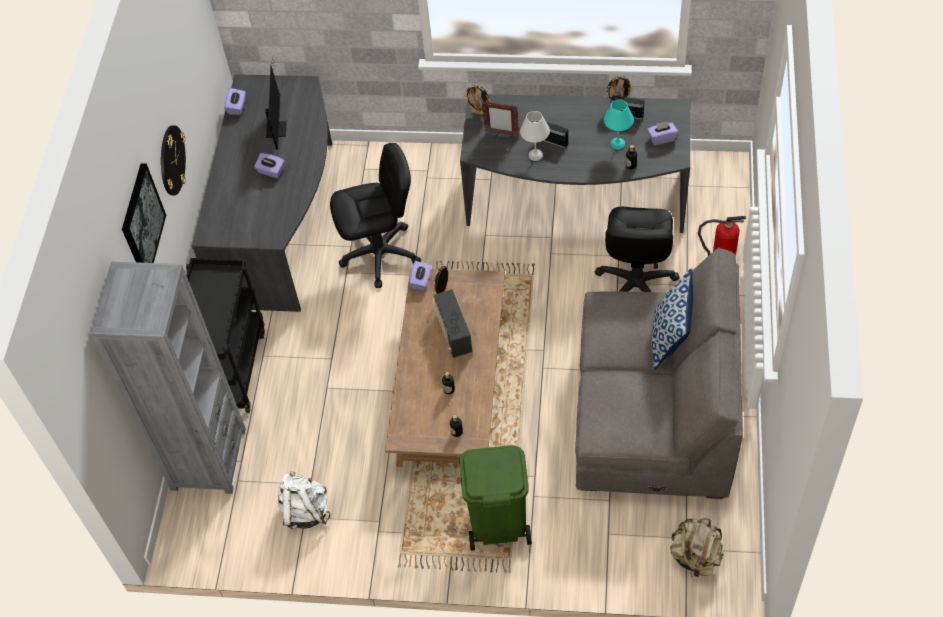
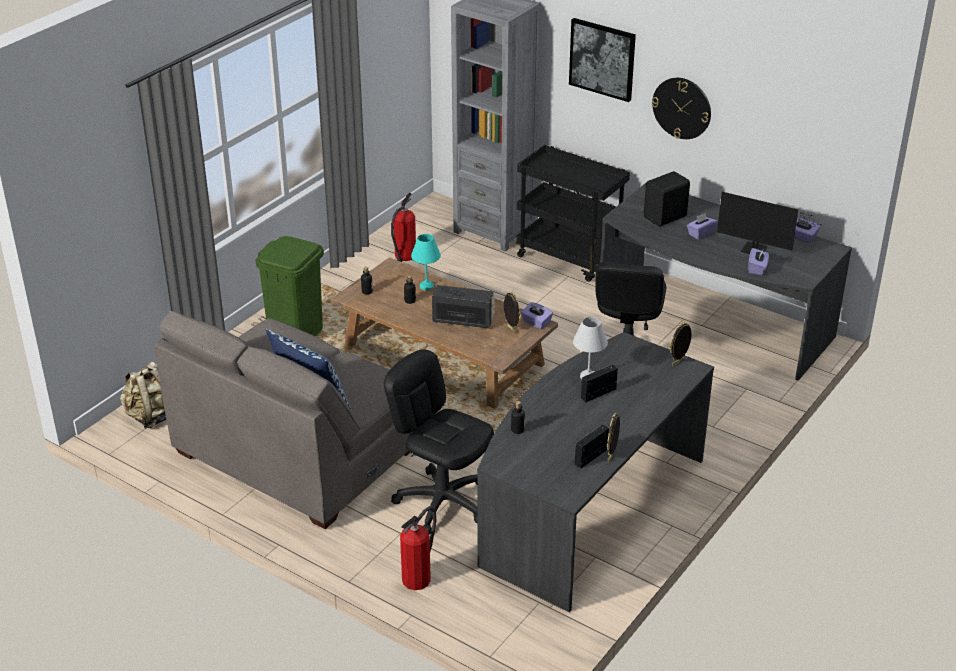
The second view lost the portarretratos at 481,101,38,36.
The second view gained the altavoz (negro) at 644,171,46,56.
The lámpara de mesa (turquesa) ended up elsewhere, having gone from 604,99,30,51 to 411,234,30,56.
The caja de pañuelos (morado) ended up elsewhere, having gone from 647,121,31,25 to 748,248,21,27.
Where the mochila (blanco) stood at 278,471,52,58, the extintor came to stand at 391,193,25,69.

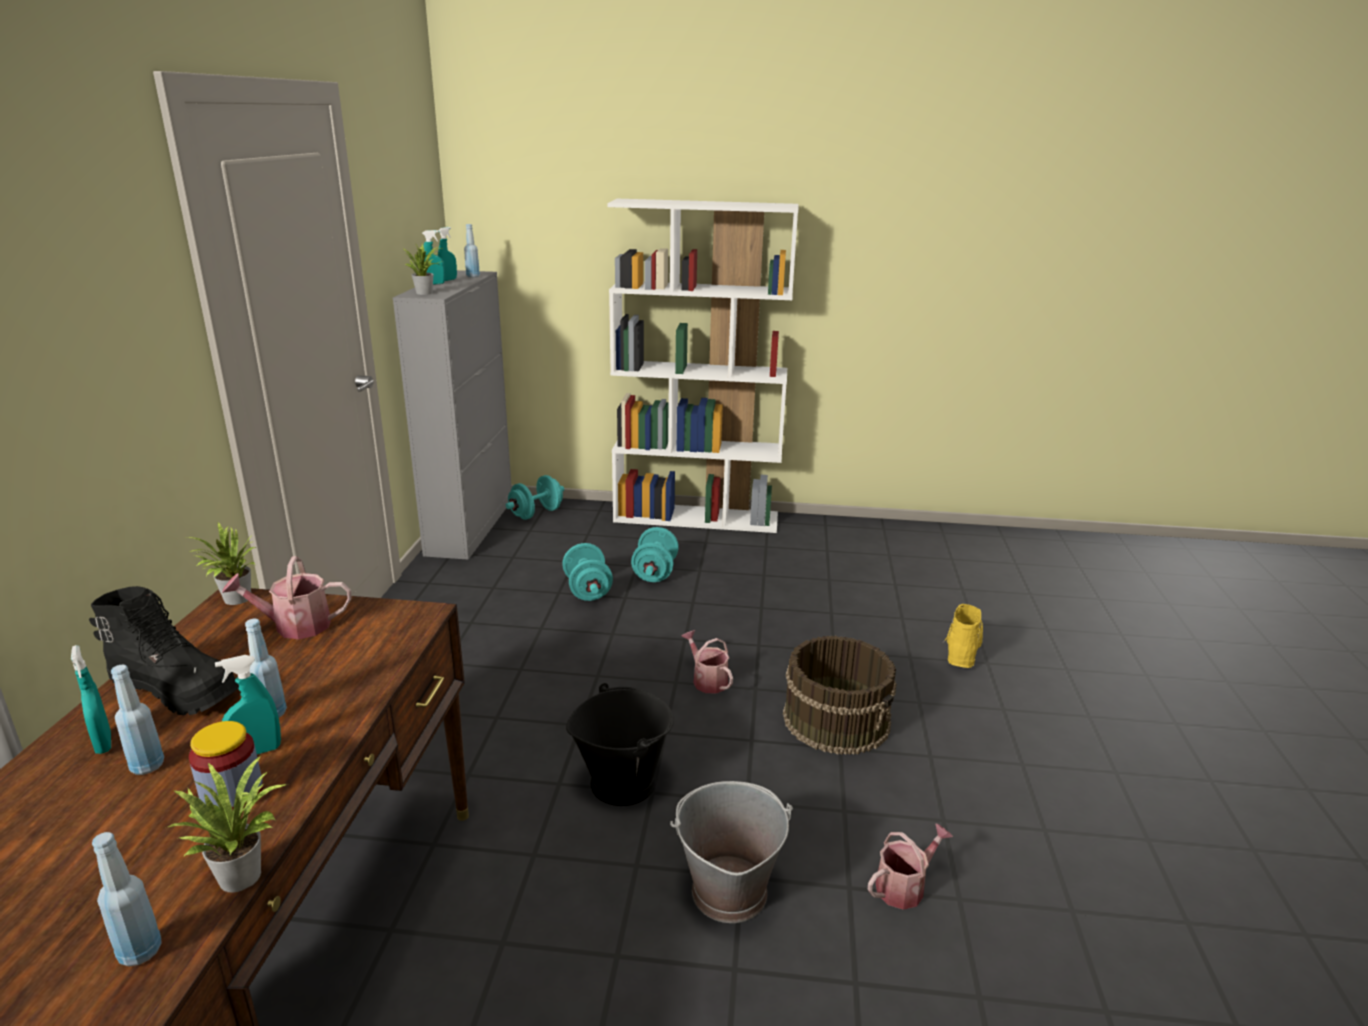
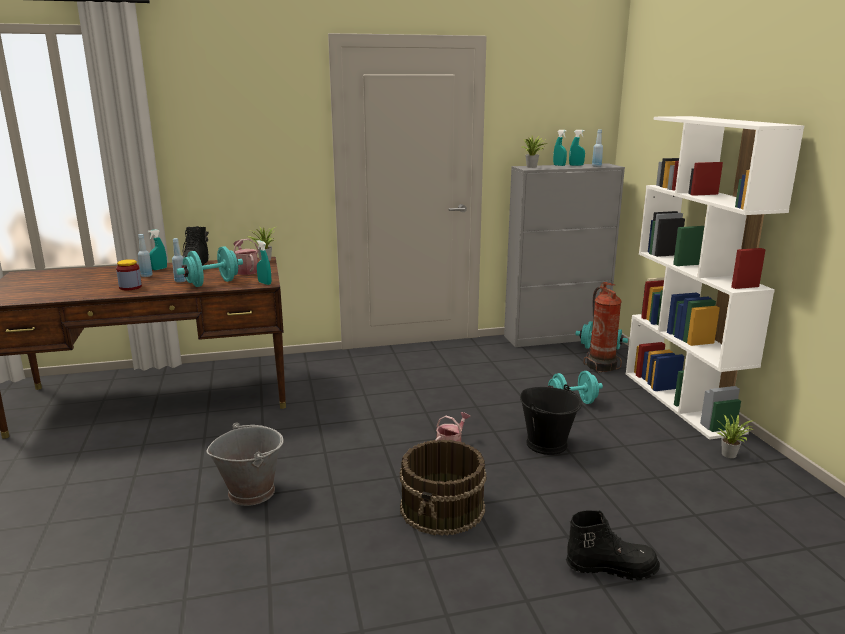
The second view lost the botella (azul) at 92,832,70,135.
The second view lost the regadera at 868,824,85,86.
The second view gained the extintor at 584,282,38,91.
The planta en maceta ended up elsewhere, having gone from 168,756,120,137 to 716,414,38,44.
The pulverizador (turquesa) ended up elsewhere, having gone from 215,655,66,100 to 256,240,15,45.
The mancuerna (turquesa) ended up elsewhere, having gone from 562,543,51,58 to 177,246,66,41.
The cubo (negro) ended up elsewhere, having gone from 566,683,108,123 to 520,384,62,71.
What was the bota (amarillo) at 943,604,40,64 turned into the bota (negro) at 566,510,94,70.

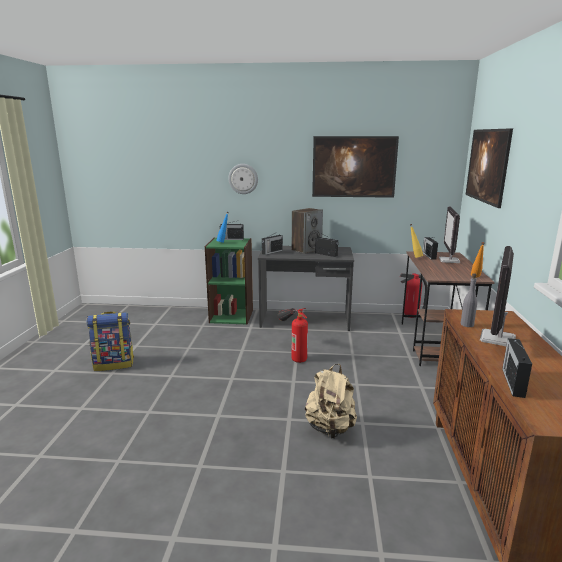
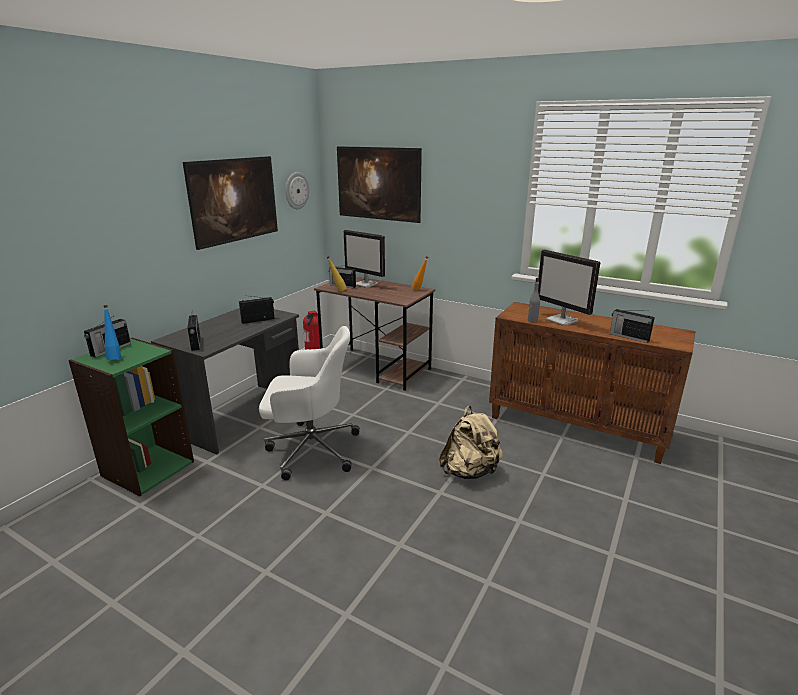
The second view lost the mochila at 86,311,48,60.
The second view lost the altavoz at 292,208,31,46.
The reloj de pared ended up elsewhere, having gone from 228,164,30,30 to 285,172,24,37.
Where the extintor stood at 278,308,30,55, the silla de oficina (blanco) came to stand at 259,326,101,154.

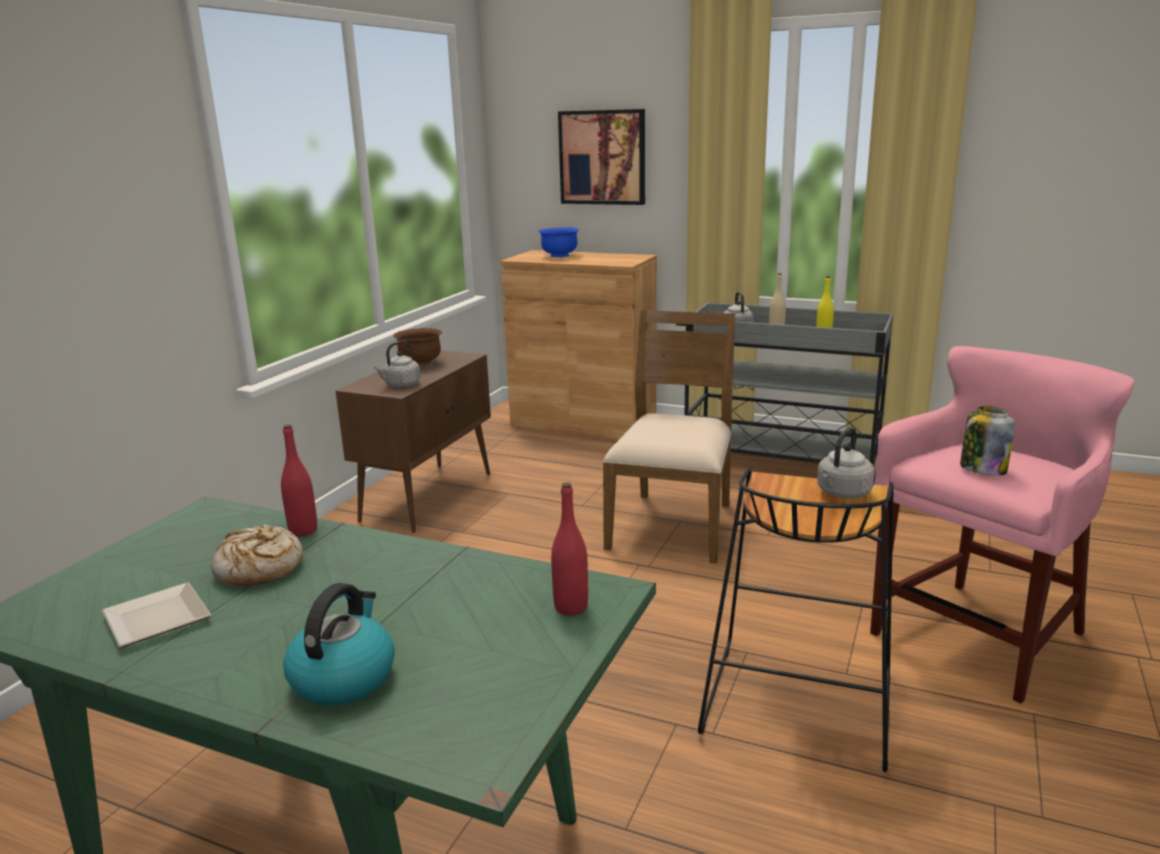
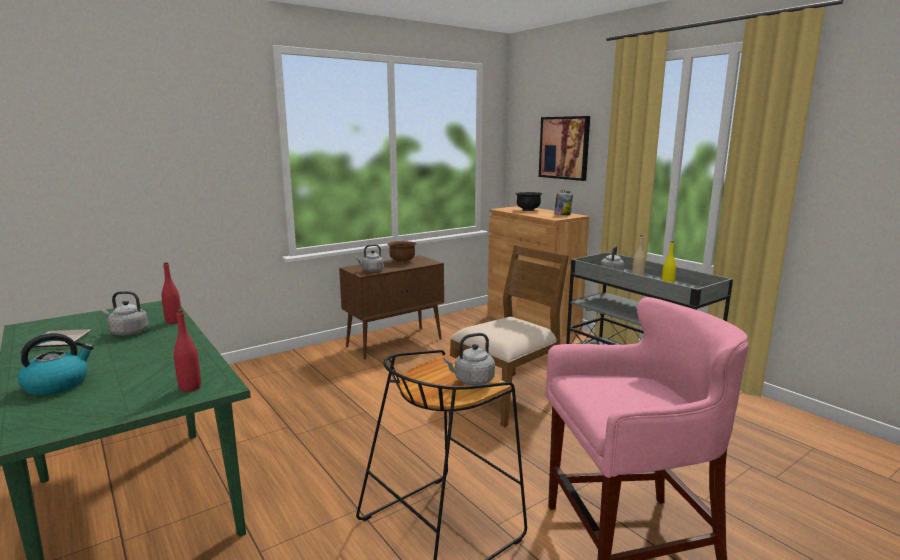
The tarro ended up elsewhere, having gone from 960,406,55,70 to 554,191,19,24.
Where the pan stood at 211,524,92,62, the hervidor (gris) came to stand at 101,291,48,45.
What was the cuenco (azul) at 538,228,41,30 turned into the cuenco (negro) at 515,192,27,19.

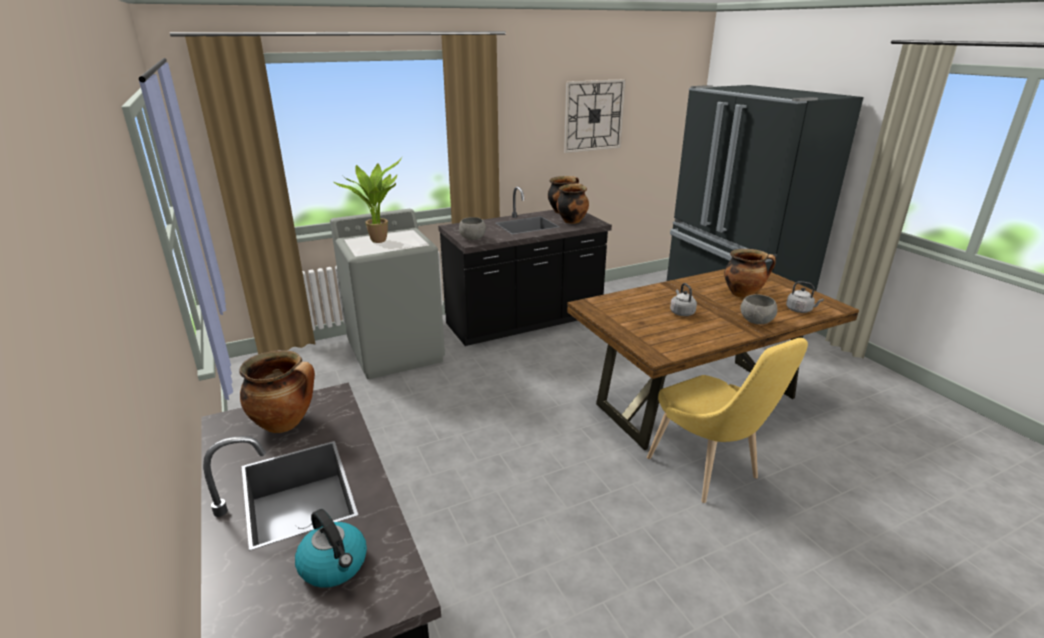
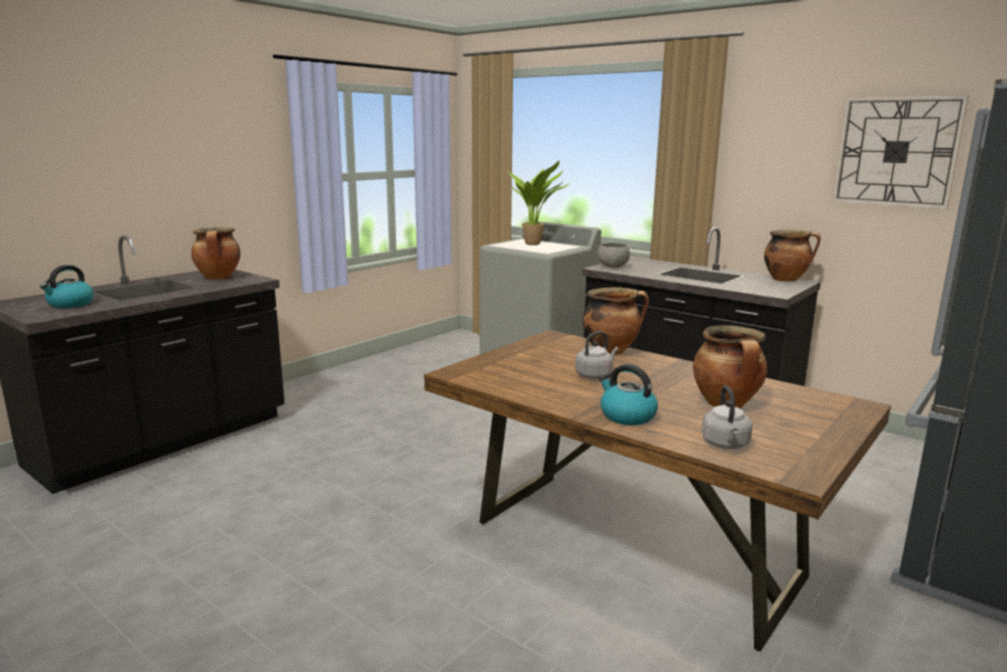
The second view lost the silla (amarillo) at 647,338,161,165.
The olla ended up elsewhere, having gone from 557,183,32,41 to 583,287,66,68.
Where the cuenco (gris) stood at 740,294,37,30, the hervidor came to stand at 599,364,59,61.

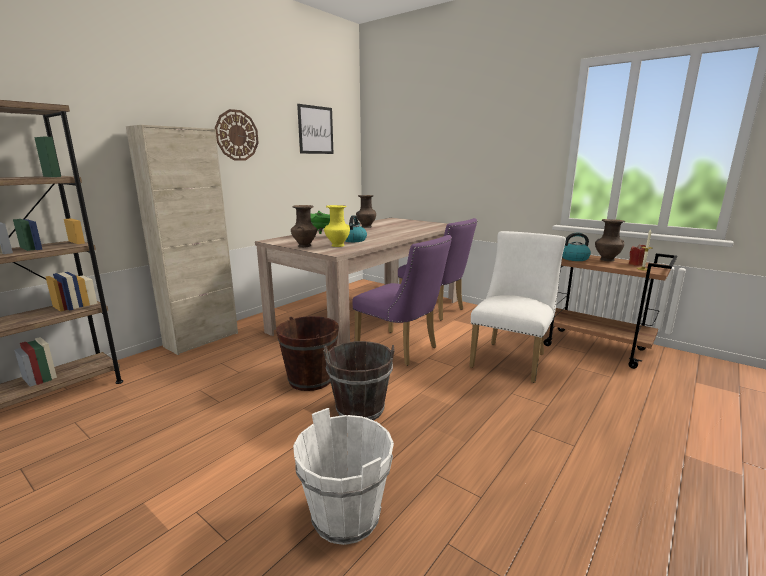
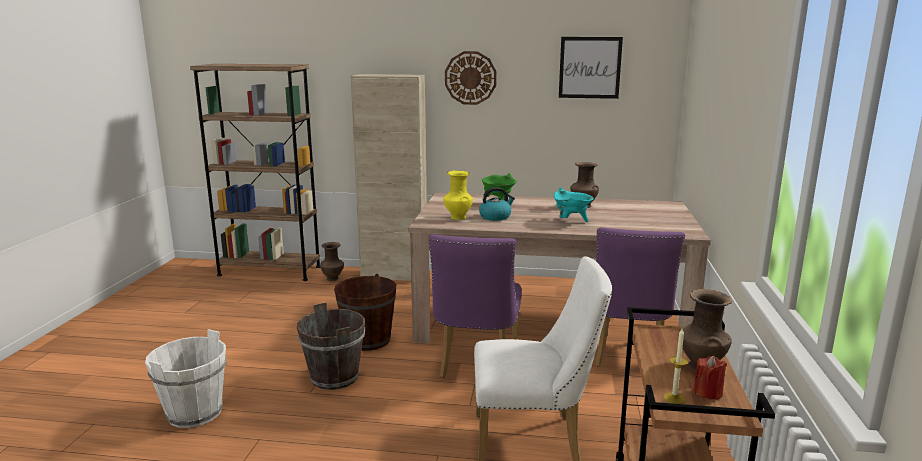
The second view lost the hervidor at 562,232,29,29.
The second view gained the olla (turquesa) at 554,187,40,35.
The florero (marrón) ended up elsewhere, having gone from 291,205,26,43 to 320,242,24,39.

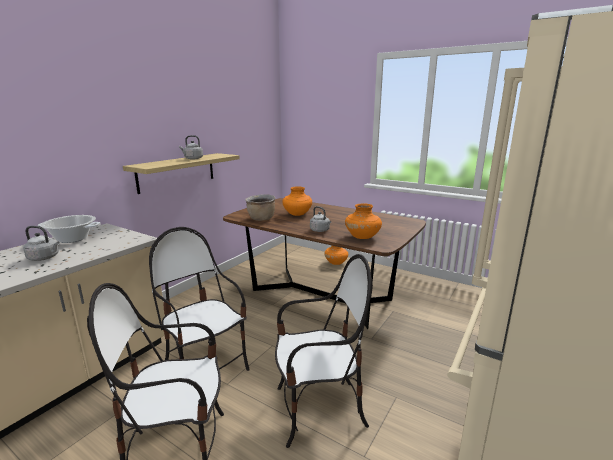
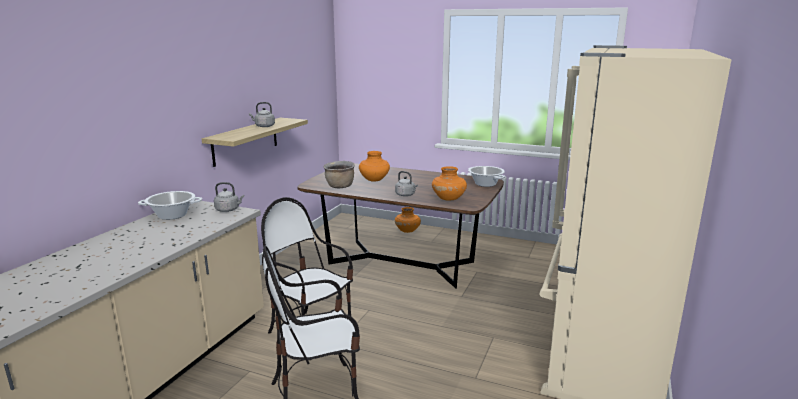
The second view lost the silla at 275,254,98,194.
The second view gained the olla at 468,166,37,21.
The hervidor (gris) ended up elsewhere, having gone from 23,226,36,35 to 214,182,30,30.

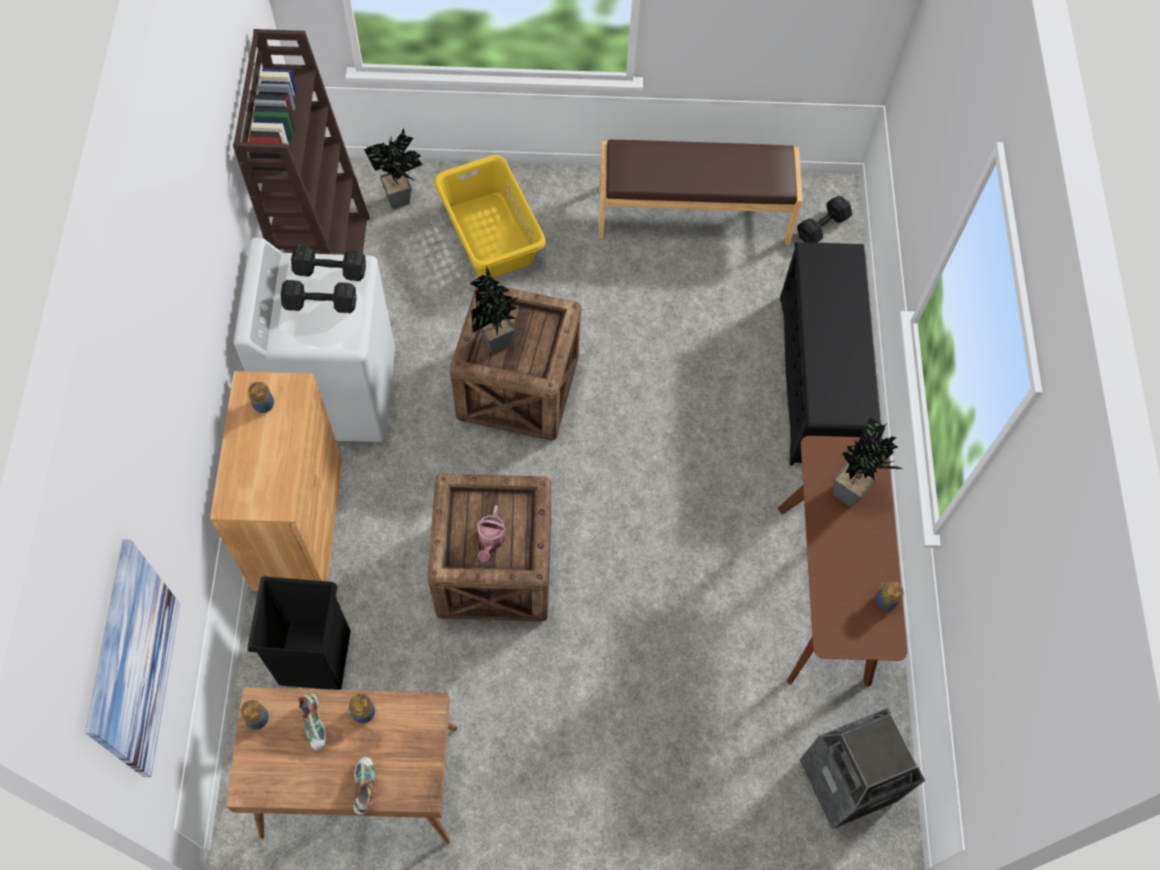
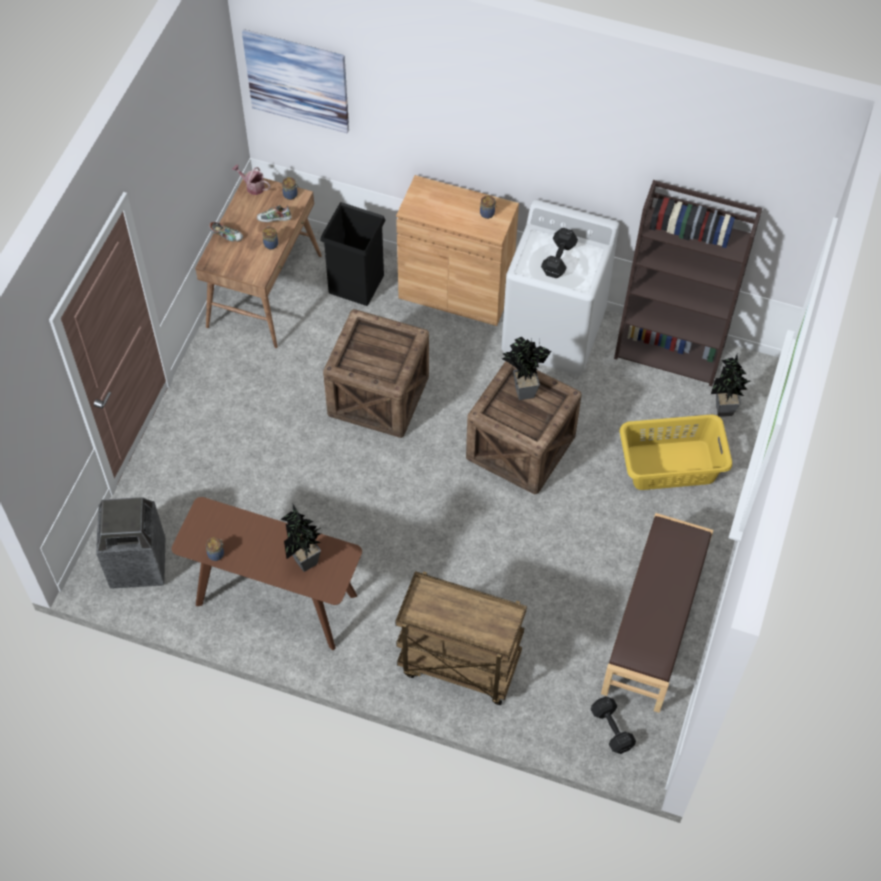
The second view lost the mancuerna (negro) at 291,245,75,36.
The regadera ended up elsewhere, having gone from 476,505,30,57 to 232,164,38,31.
Where the zapatero (negro) stood at 780,242,101,224, the carrito (marrón) came to stand at 395,571,132,134.

